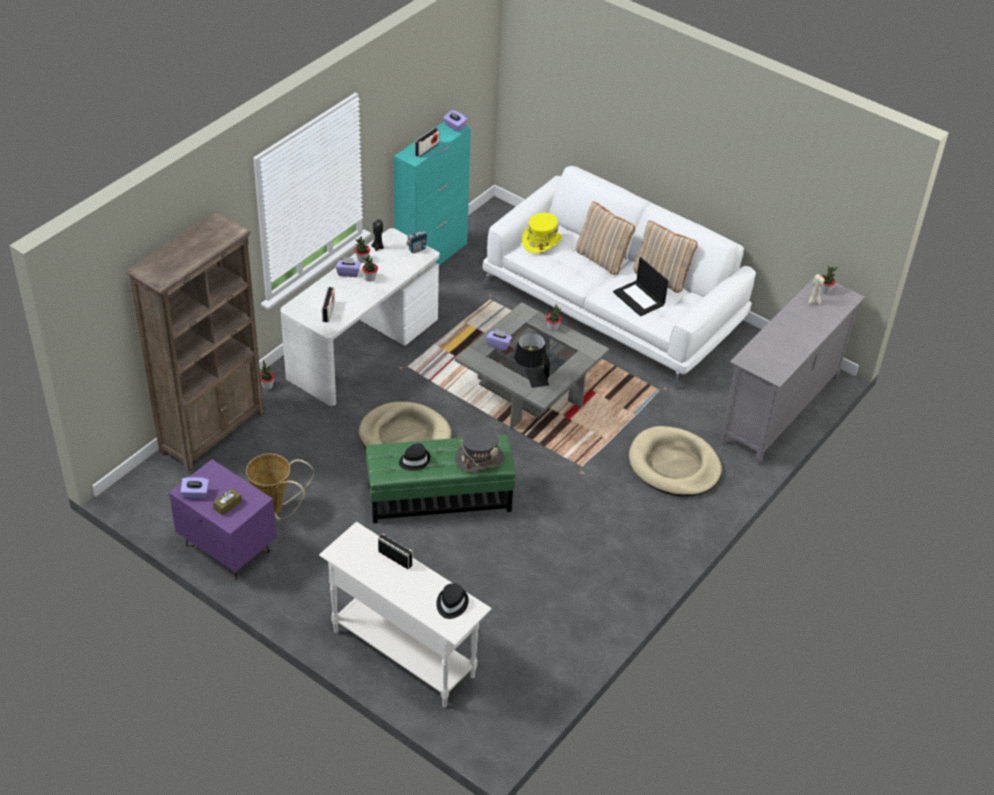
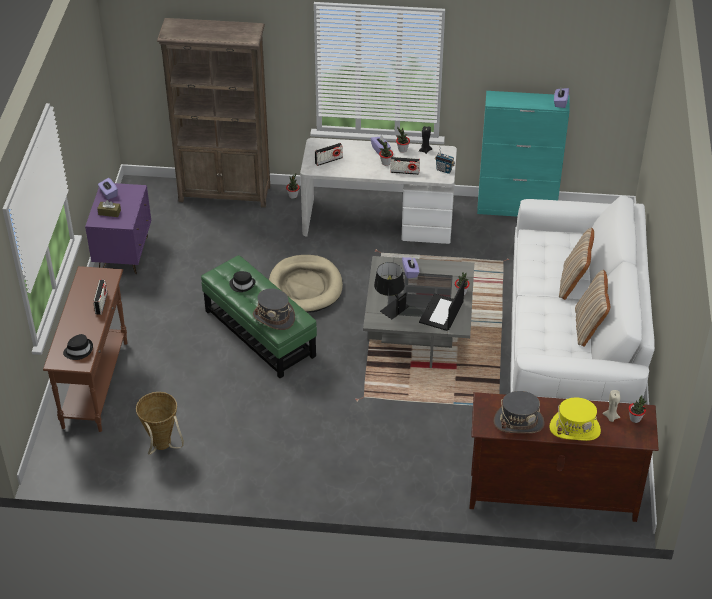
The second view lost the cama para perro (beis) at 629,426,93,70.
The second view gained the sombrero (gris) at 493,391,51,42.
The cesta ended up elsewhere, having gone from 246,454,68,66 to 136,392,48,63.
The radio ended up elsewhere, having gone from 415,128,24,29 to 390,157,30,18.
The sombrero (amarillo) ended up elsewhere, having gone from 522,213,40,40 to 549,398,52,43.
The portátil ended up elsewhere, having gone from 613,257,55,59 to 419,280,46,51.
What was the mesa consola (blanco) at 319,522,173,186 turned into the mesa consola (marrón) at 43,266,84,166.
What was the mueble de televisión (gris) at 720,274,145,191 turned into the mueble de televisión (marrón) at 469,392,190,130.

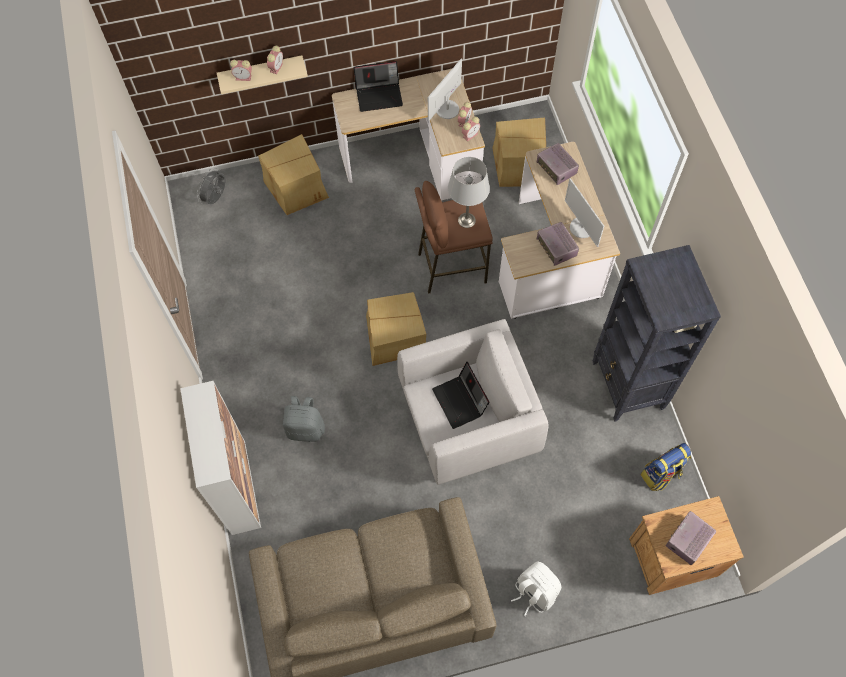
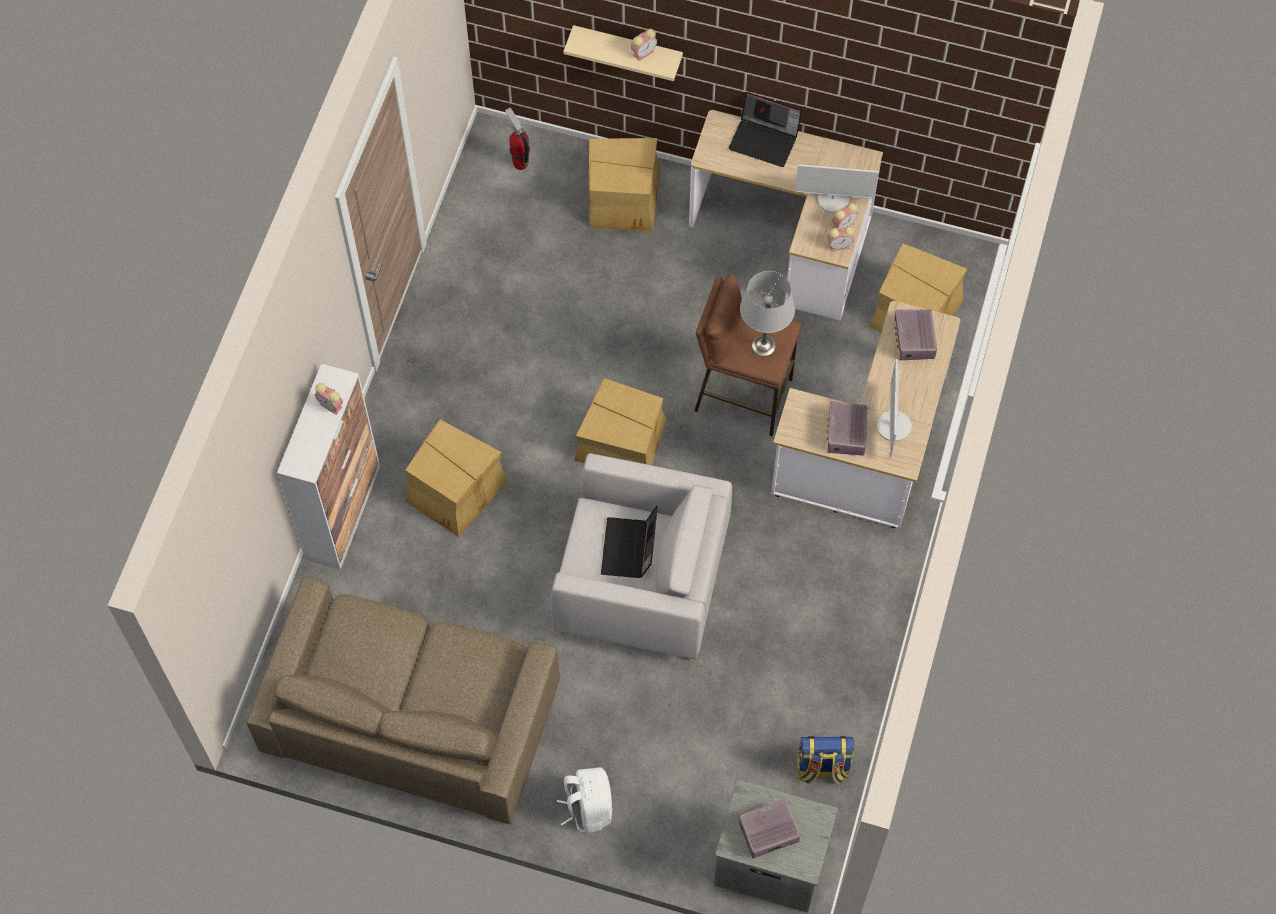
The second view lost the estantería (negro) at 592,245,129,177.
The despertador ended up elsewhere, having gone from 230,60,22,21 to 315,383,28,32.
Where the ventilador (gris) stood at 197,168,29,37, the extintor came to stand at 505,107,25,63.
Where the mochila (gris) stood at 283,396,42,46, the caja de cartón came to stand at 405,420,102,117.
What was the mesita de noche (marrón) at 629,496,115,99 turned into the mesita de noche (gris) at 714,779,124,134.
The monitor at 428,59,34,62 ended up facing another way, 150 degrees counterclockwise from before.

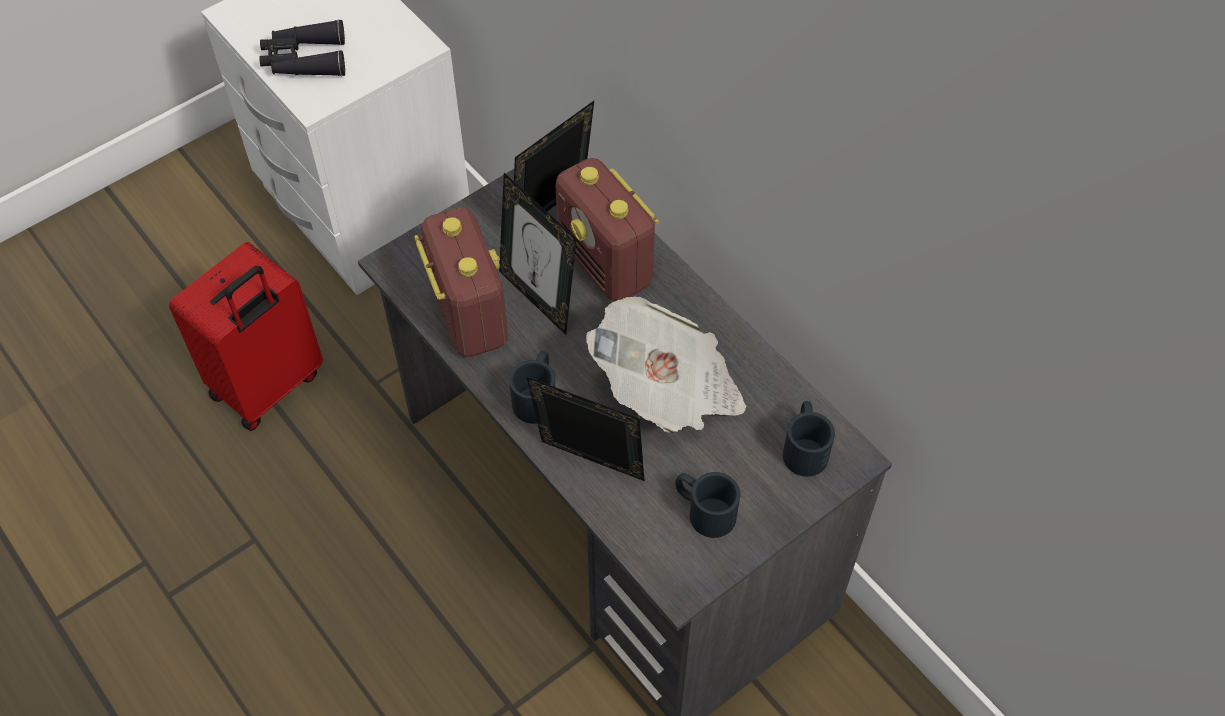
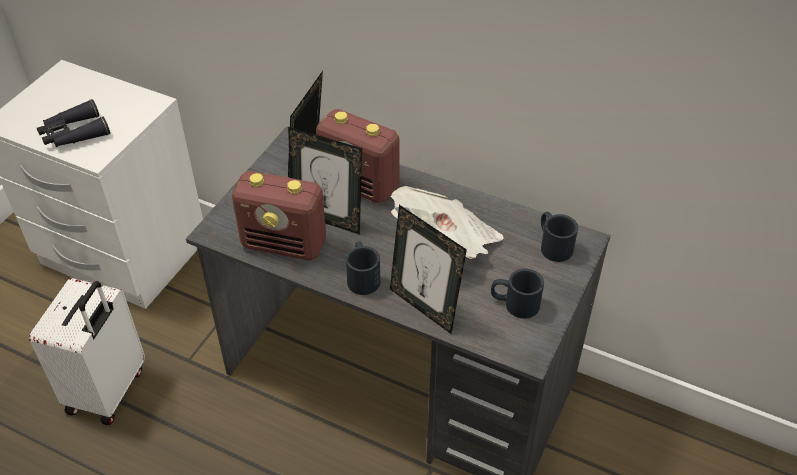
What was the maleta (rojo) at 169,242,154,189 turned into the maleta (blanco) at 29,278,116,147.
The radio at 414,208,94,149 ended up facing another way, 150 degrees clockwise from before.
The portarretratos at 527,377,118,104 ended up facing another way, 135 degrees counterclockwise from before.

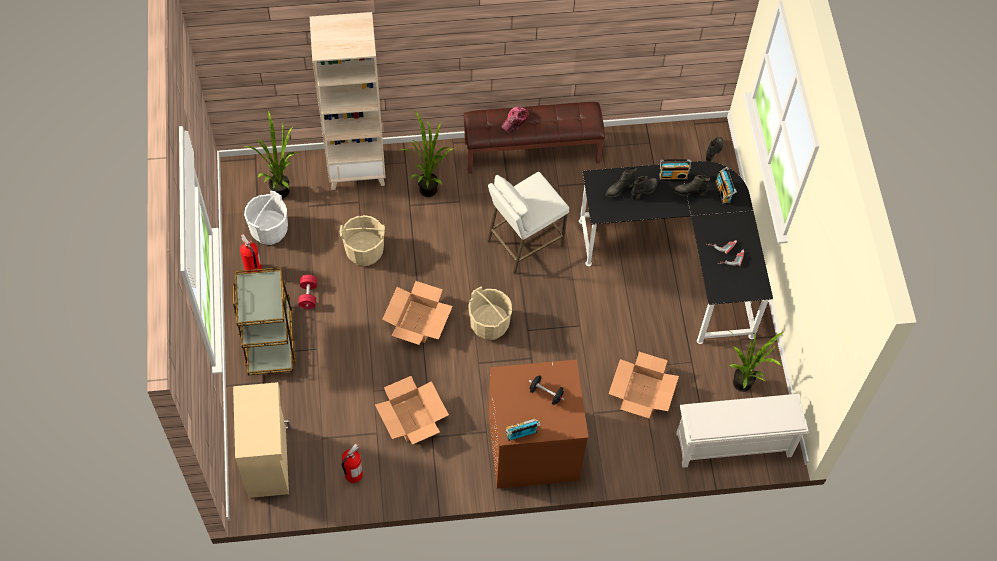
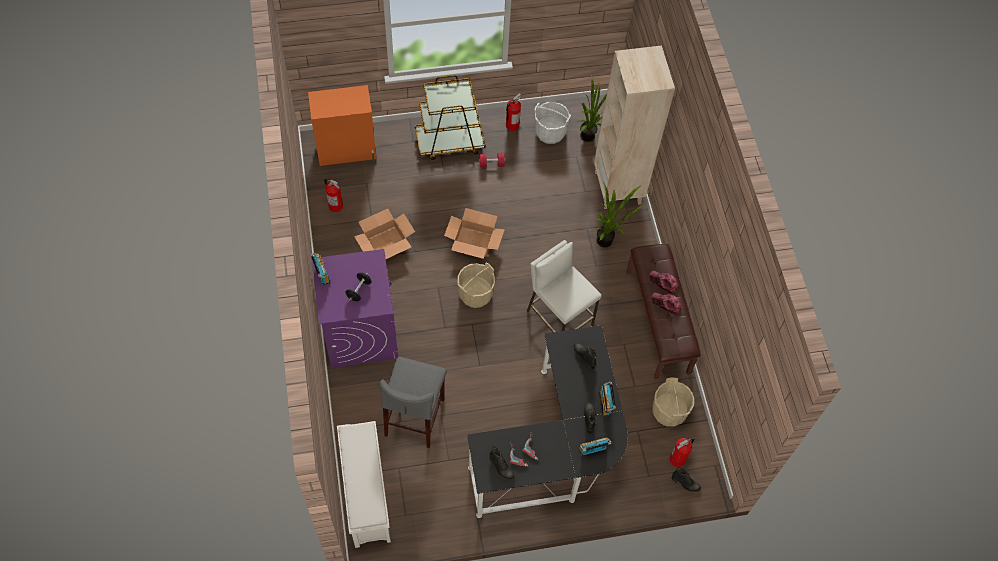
The second view lost the planta en maceta at 729,331,54,61.
The second view gained the gorra at 651,292,30,22.
The second view gained the extintor at 670,438,24,29.
The cubo (beis) ended up elsewhere, having gone from 340,215,45,51 to 652,377,42,50.
The bota (negro) ended up elsewhere, having gone from 631,176,27,24 to 489,446,25,34.
Where the caja de cartón stood at 609,352,70,66, the taburete (gris) came to stand at 380,357,67,91.
What was the armario (beis) at 233,382,57,116 turned into the armario (naranja) at 308,85,68,81.
What was the lavadora (marrón) at 488,360,101,129 turned into the lavadora (morado) at 312,249,86,119.

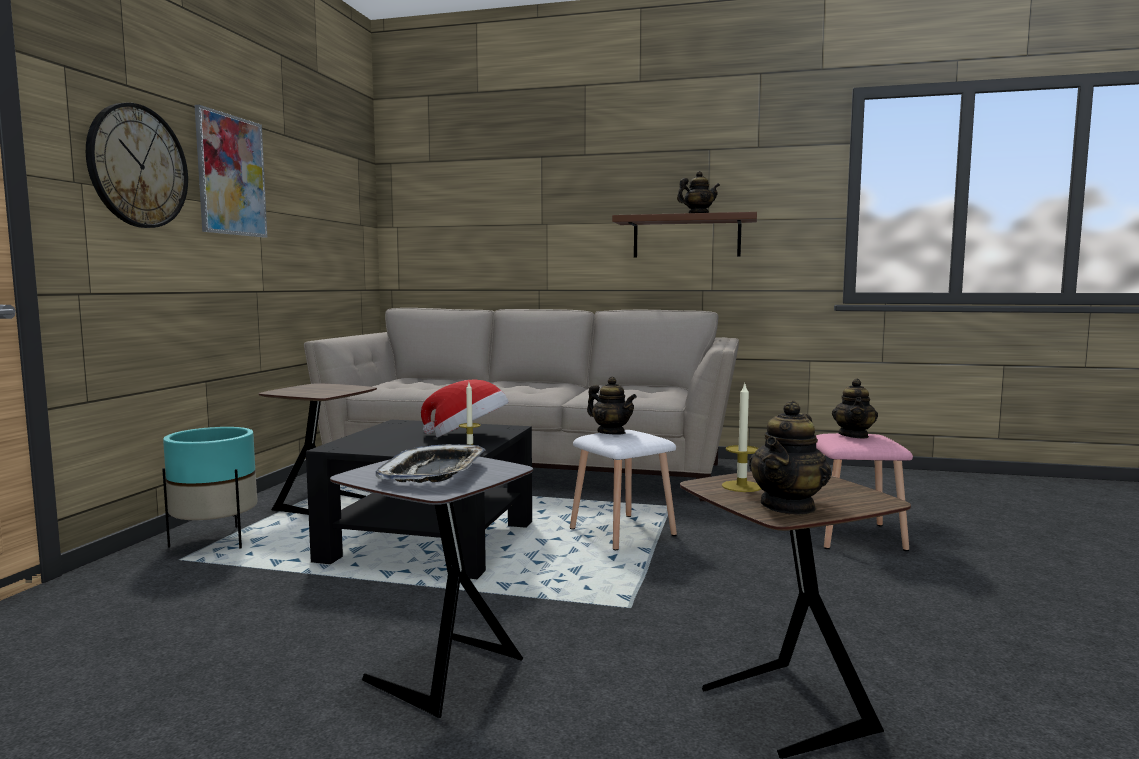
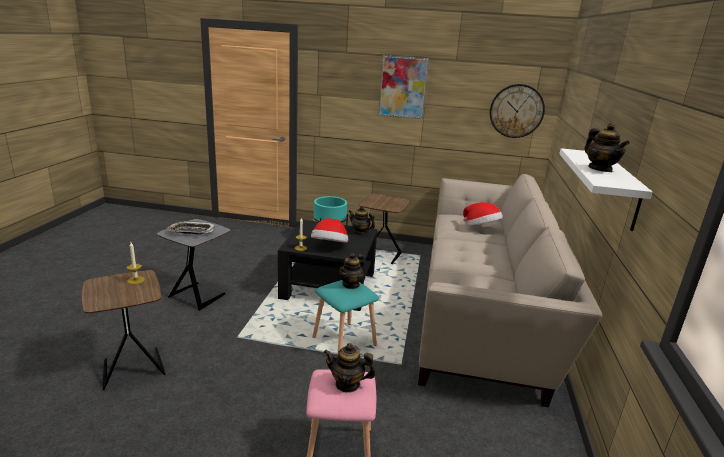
The second view gained the sombrero at 463,202,40,24.
The reloj de pared ended up elsewhere, having gone from 86,103,102,125 to 490,84,55,54.
The tetera ended up elsewhere, having gone from 749,400,82,115 to 349,206,26,29.
What was the taburete (blanco) at 570,430,107,120 turned into the taburete (turquesa) at 313,280,66,77.
What was the estante (marrón) at 612,212,145,45 turned into the estante (blanco) at 559,148,93,83.

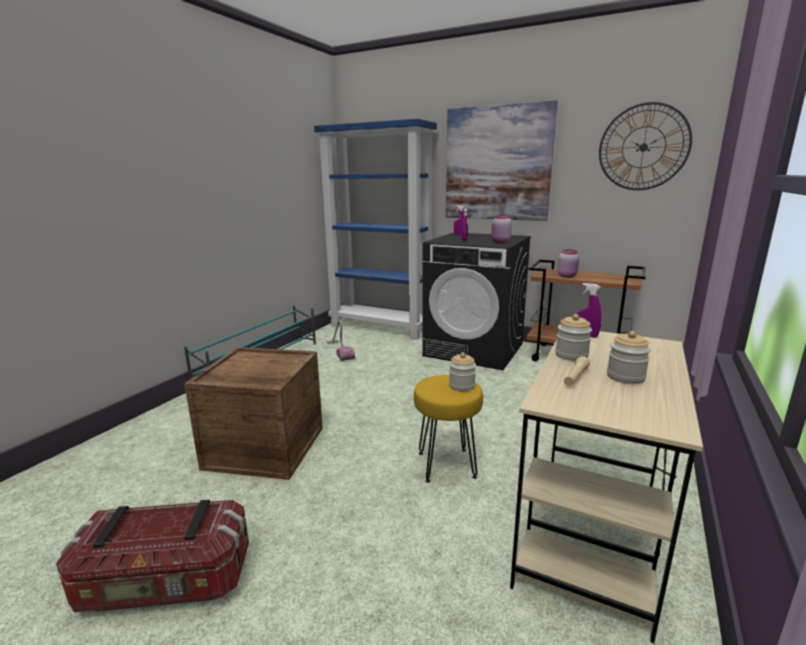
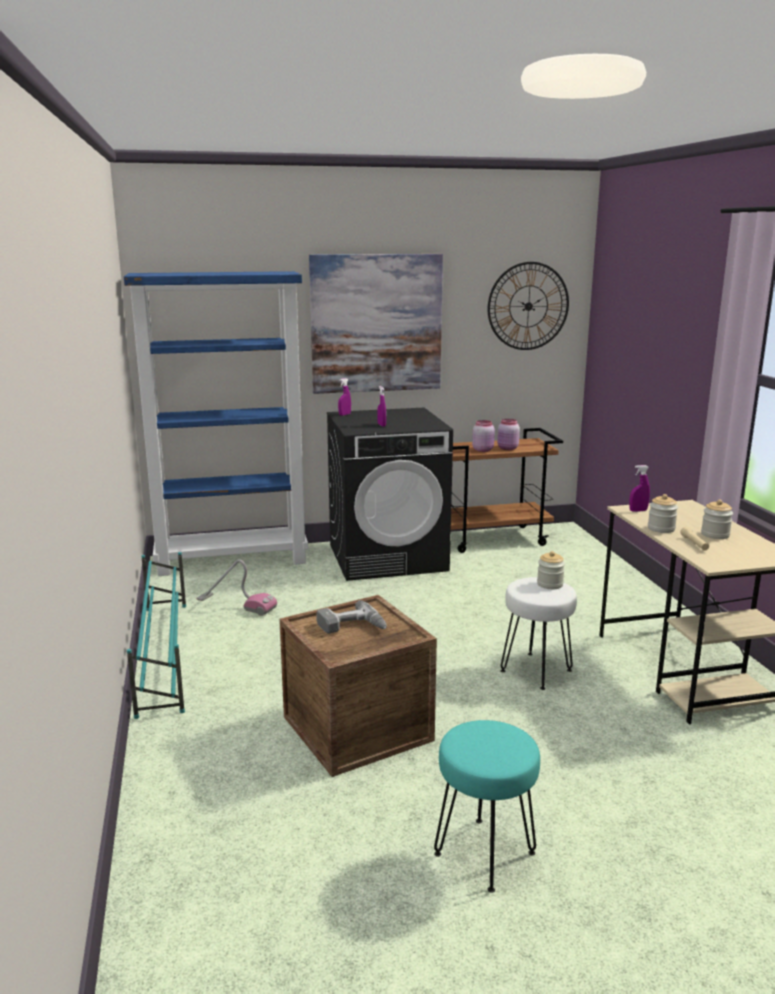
The second view gained the taladro at 316,600,71,34.
The tarro (rosa) ended up elsewhere, having gone from 491,215,21,28 to 497,419,23,31.
Where the caja de almacenaje stood at 56,500,193,112, the taburete (turquesa) came to stand at 434,720,106,173.
What was the taburete (amarillo) at 414,375,69,108 turned into the taburete (blanco) at 501,577,76,113.

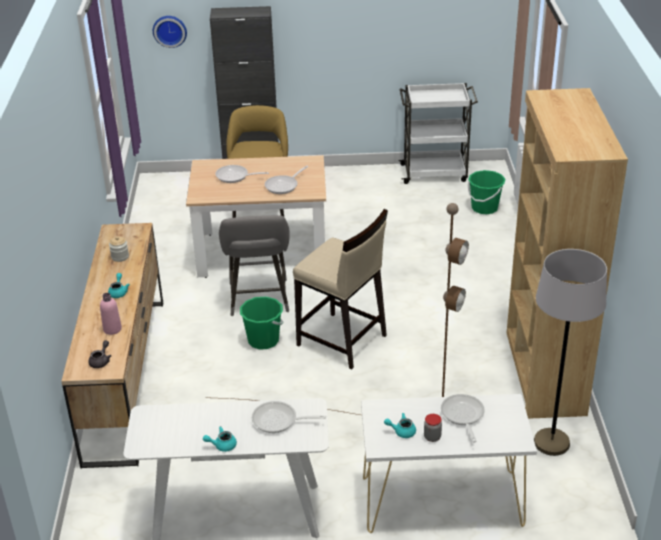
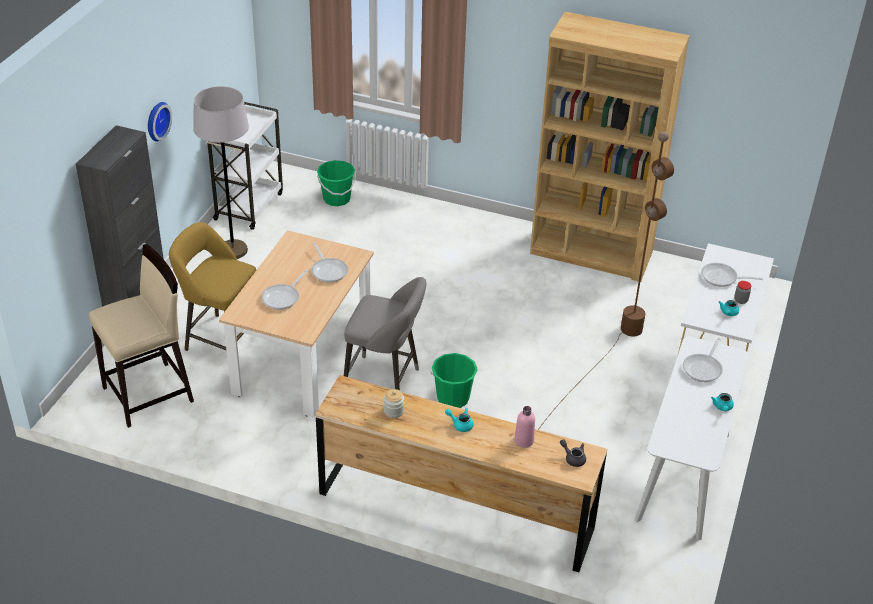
The reloj de pared ended up elsewhere, having gone from 153,16,34,32 to 148,102,24,40.
The taburete (beis) ended up elsewhere, having gone from 293,209,95,160 to 89,244,105,184.
The lámpara de pie (gris) ended up elsewhere, having gone from 534,249,73,207 to 193,86,56,173.

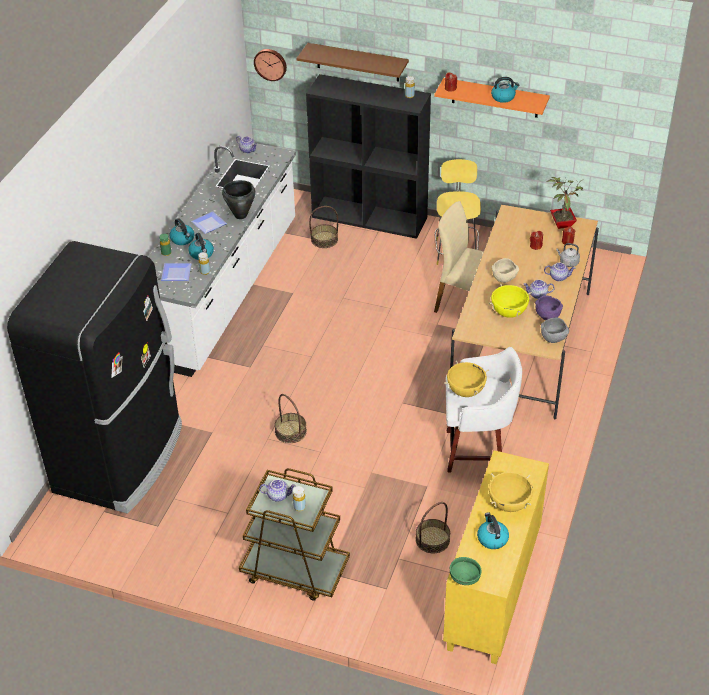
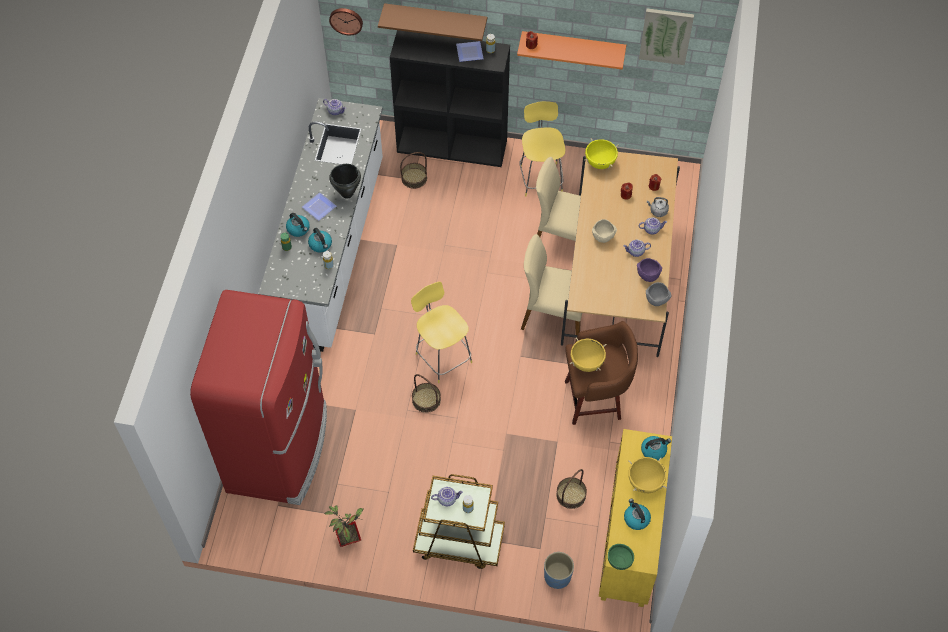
The second view gained the taburete (amarillo) at 411,282,61,101.
The second view gained the silla (beis) at 521,234,61,101.
The second view gained the maceta (azul) at 544,552,30,37.
The second view gained the cuadro at 639,8,55,57.
The plato ended up elsewhere, having gone from 161,263,31,18 to 456,41,28,21.
The olla (amarillo) ended up elsewhere, having gone from 489,283,43,35 to 585,138,34,31.
The hervidor ended up elsewhere, having gone from 491,77,29,26 to 641,436,30,24.
The planta en maceta ended up elsewhere, having gone from 547,177,36,52 to 324,505,40,42.
What was the nevera (negro) at 7,241,175,272 turned into the nevera (rojo) at 190,290,137,215.
What was the taburete (blanco) at 446,347,76,125 turned into the taburete (marrón) at 565,321,73,104.

